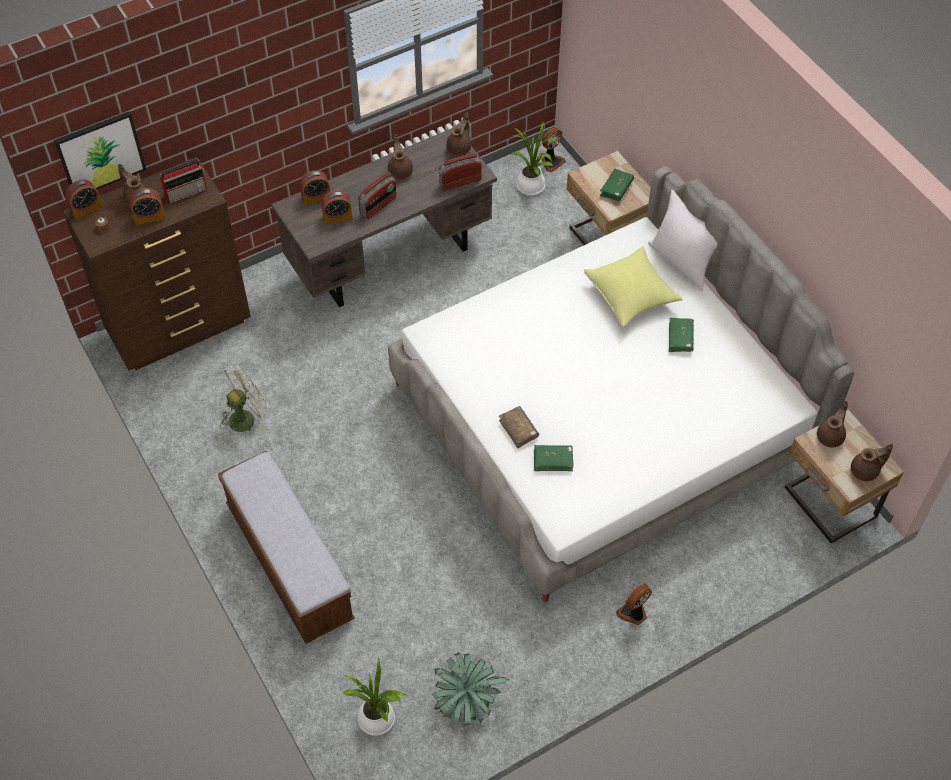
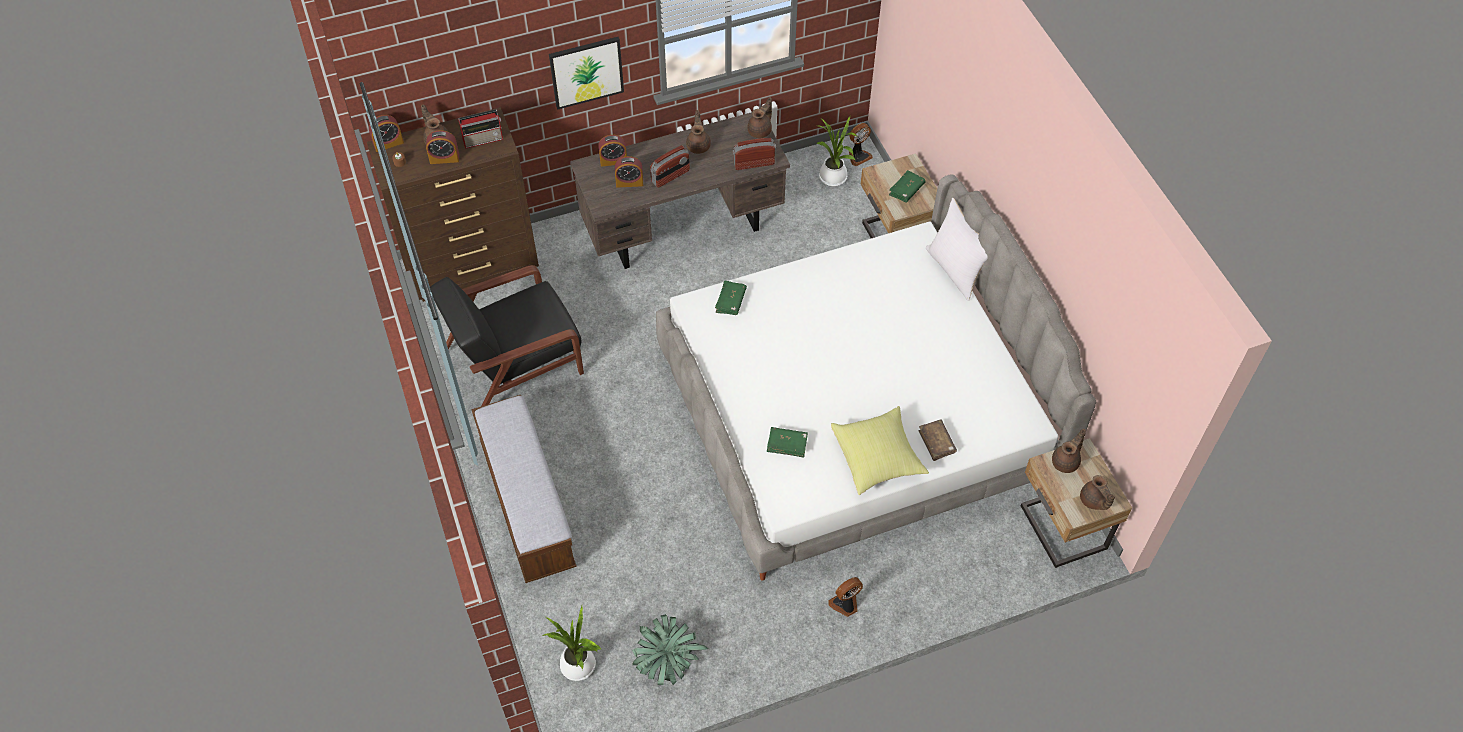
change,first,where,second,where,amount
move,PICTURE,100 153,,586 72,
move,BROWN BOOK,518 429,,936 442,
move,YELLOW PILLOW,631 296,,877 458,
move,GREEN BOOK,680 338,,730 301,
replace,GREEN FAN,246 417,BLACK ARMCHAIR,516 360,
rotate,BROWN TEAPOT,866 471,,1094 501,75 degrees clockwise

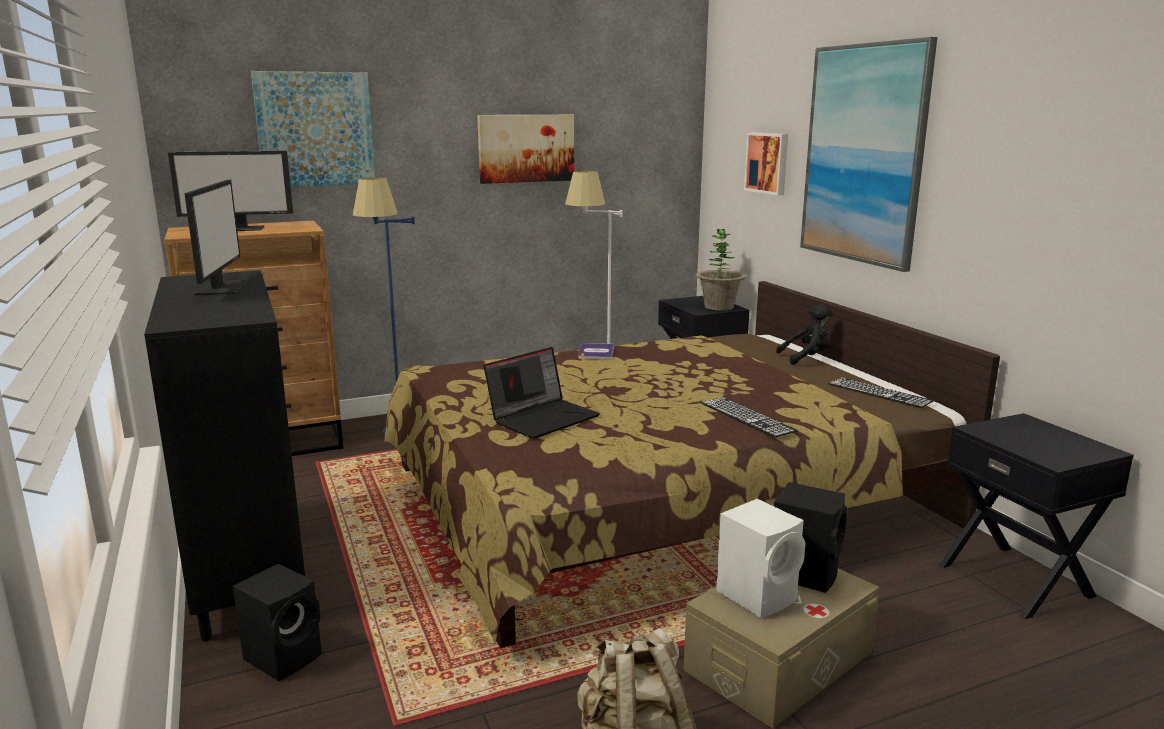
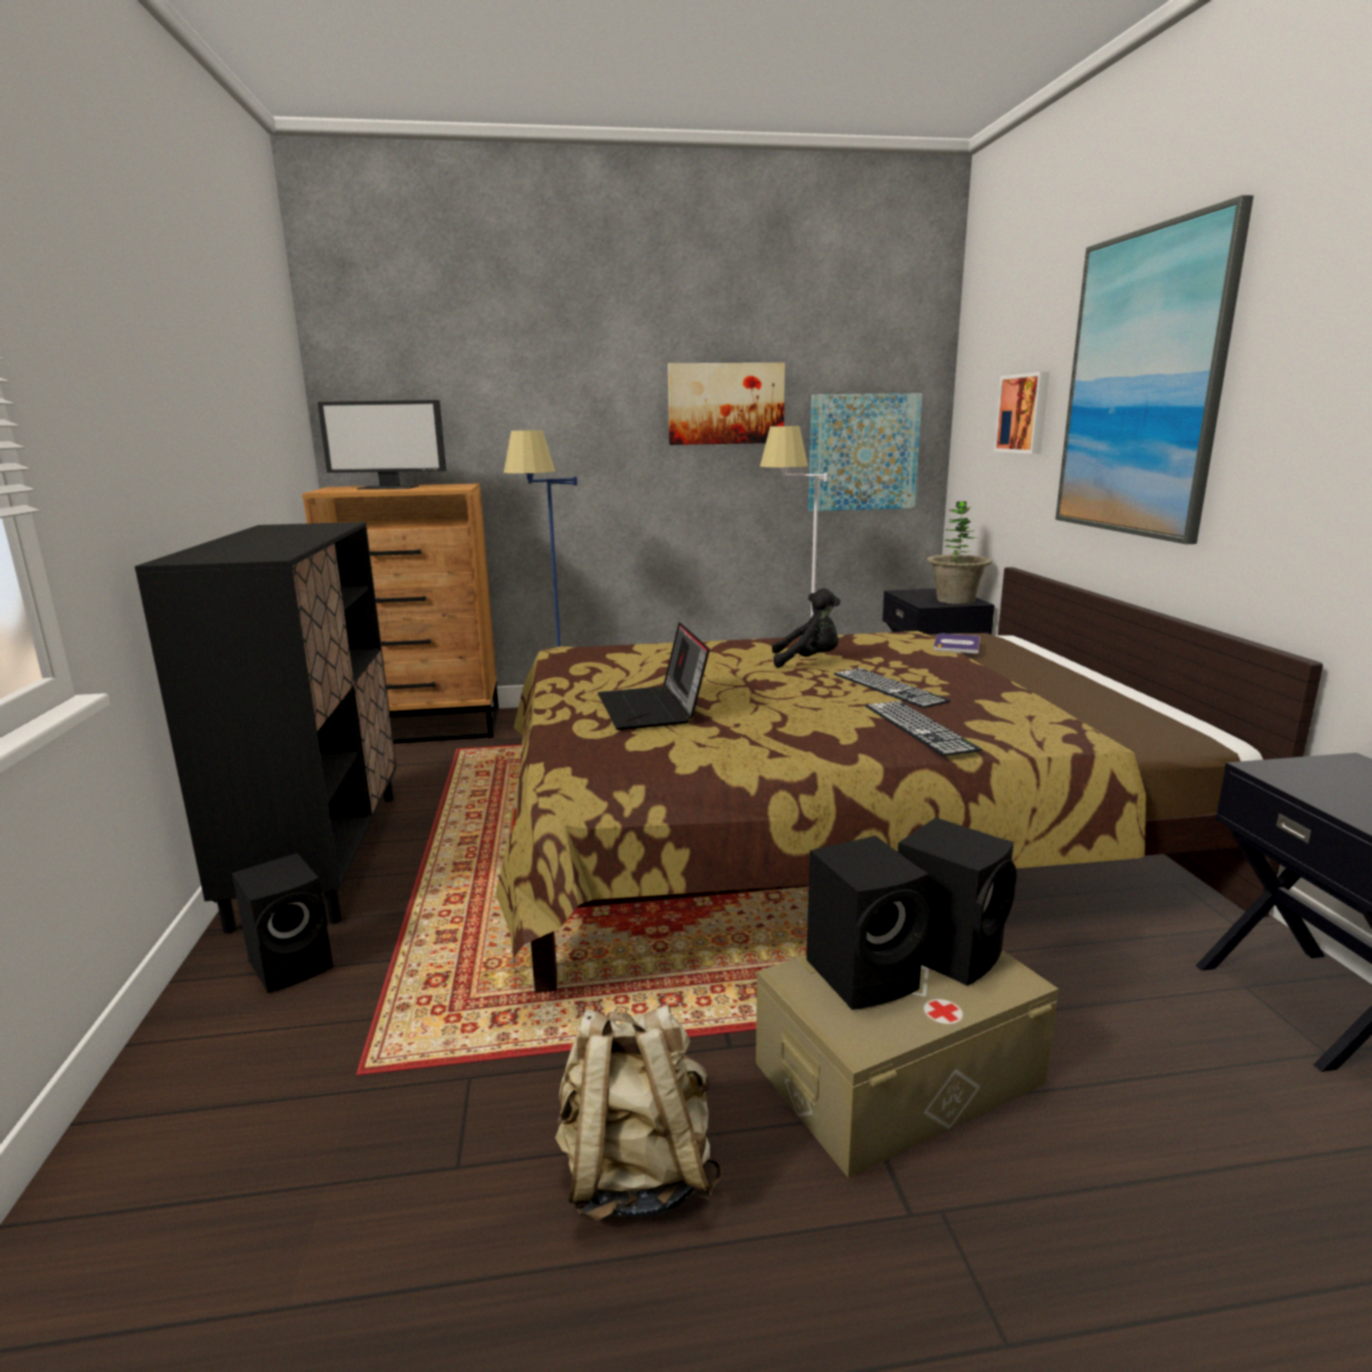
change,first,where,second,where,amount
delete,MONITOR,221 287,,,
move,PICTURE,315 129,,863 452,
move,BOOK,596 352,,956 645,
move,BLACK PLUSH TOY,807 358,,808 661,
move,KEYBOARD,879 392,,889 687,
recolor,WHITE SPEAKER,758 595,BLACK SPEAKER,865 975,
rotate,LAPTOP,543 418,,653 709,105 degrees clockwise

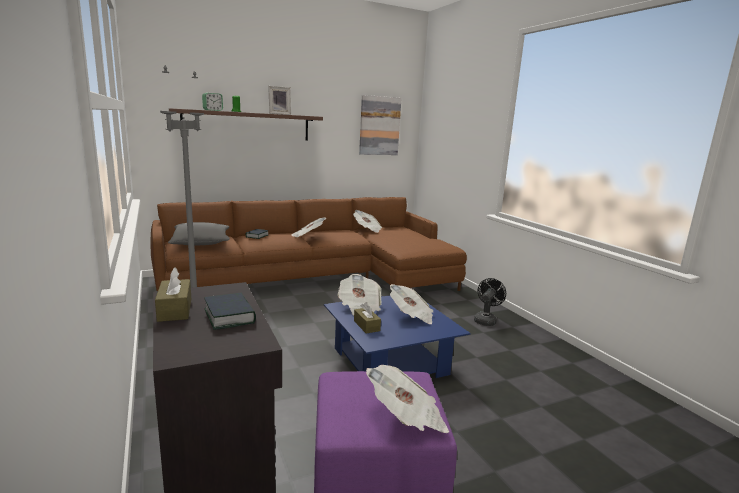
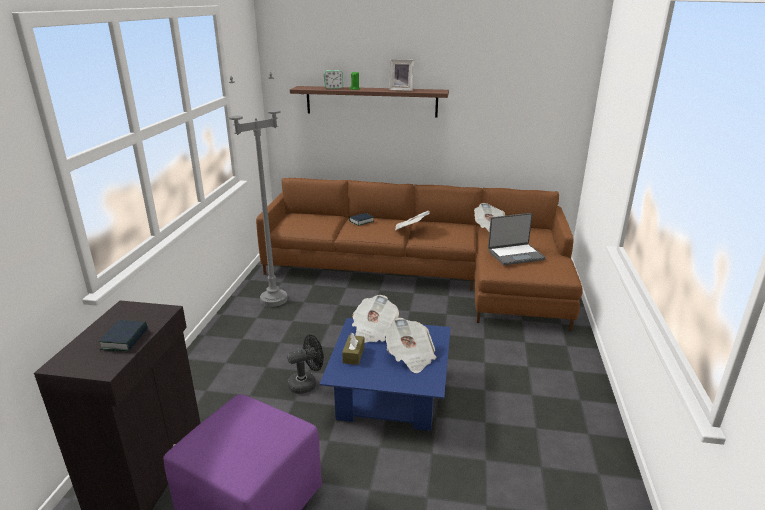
change,first,where,second,where,amount
delete,BROWN TISSUE BOX,175 309,,,
delete,GREY PILLOW,201 243,,,
delete,PICTURE,379 126,,,
delete,NEWSPAPER,406 418,,,
insert,,,LAPTOP,515 255,
move,BLACK FAN,486 320,,307 383,

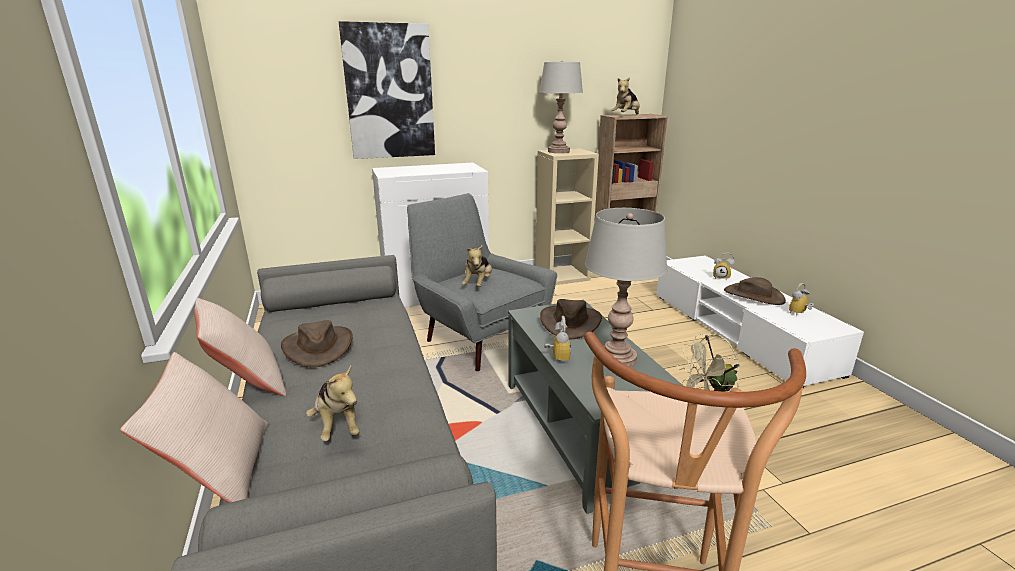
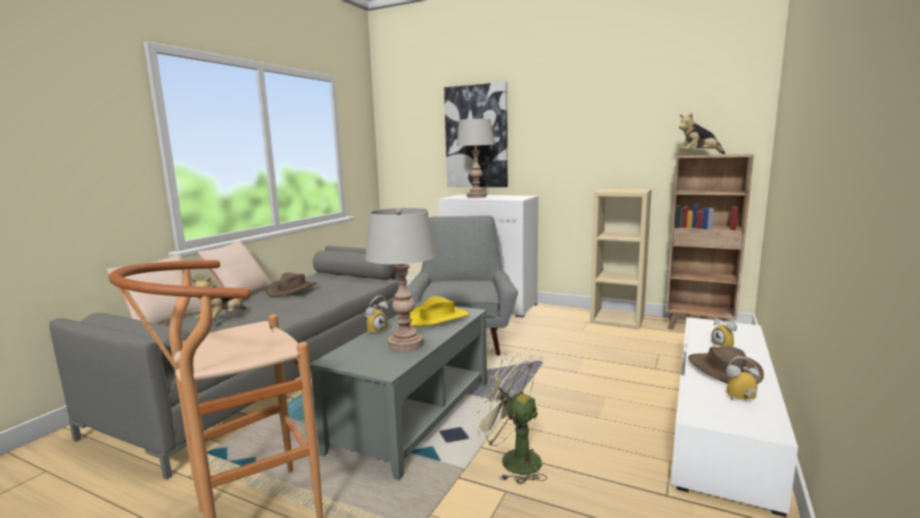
change,first,where,second,where,amount
delete,PLUSH TOY,478 284,,,
move,GREY TABLE LAMP,558 151,,476 197,
recolor,BROWN HAT,570 322,YELLOW HAT,437 318,

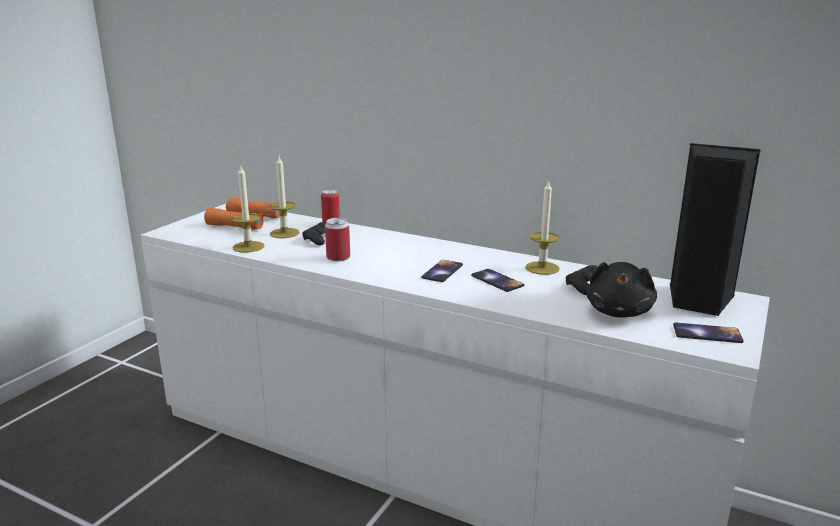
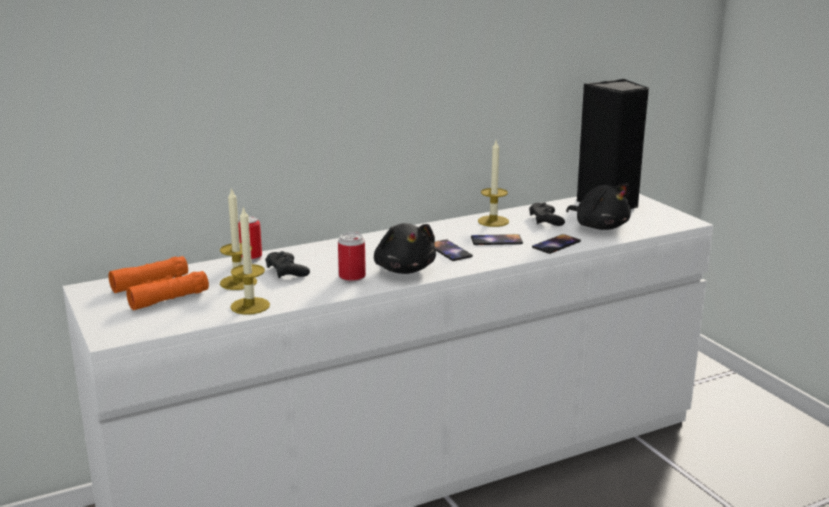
change,first,where,second,where,amount
insert,,,BLACK PLUSH TOY,404 269,
move,PHONE,707 333,,556 244,

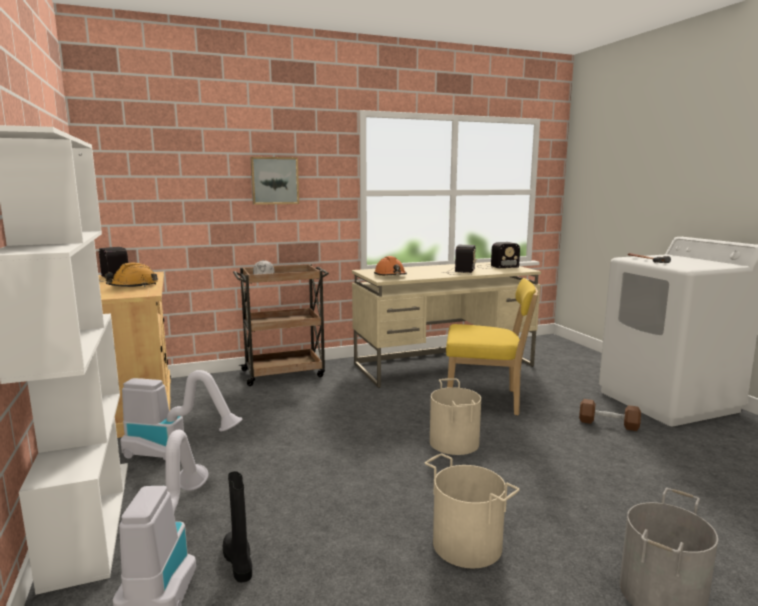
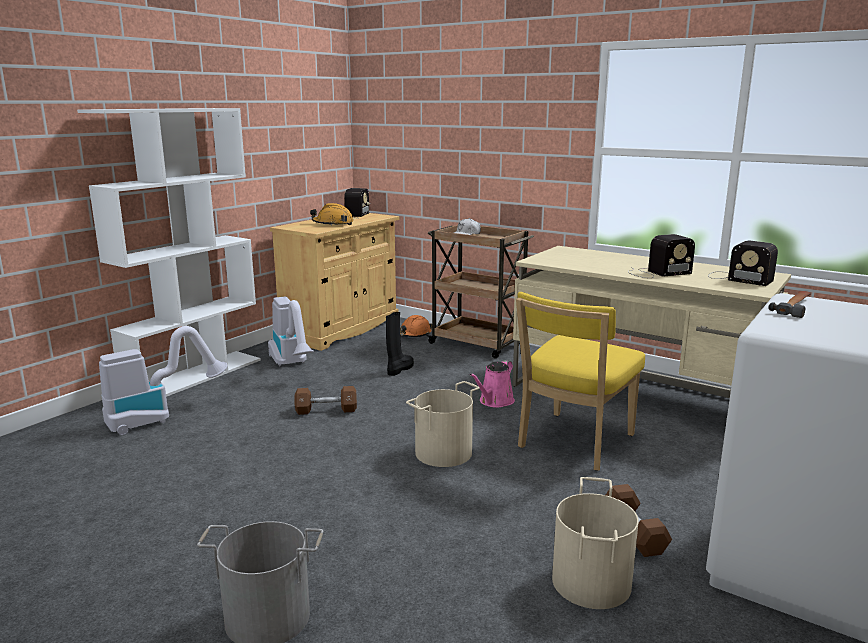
change,first,where,second,where,amount
delete,PICTURE,274 180,,,
insert,,,BROWN DUMBBELL,326 410,
insert,,,PINK WATERING CAN,494 402,
move,BLACK BOOT,239 562,,399 369,
move,ORANGE HARD HAT,390 276,,414 334,
move,BEIGE BUCKET,467 544,,592 582,
rotate,YELLOW CHAIR,486 401,,572 443,60 degrees clockwise

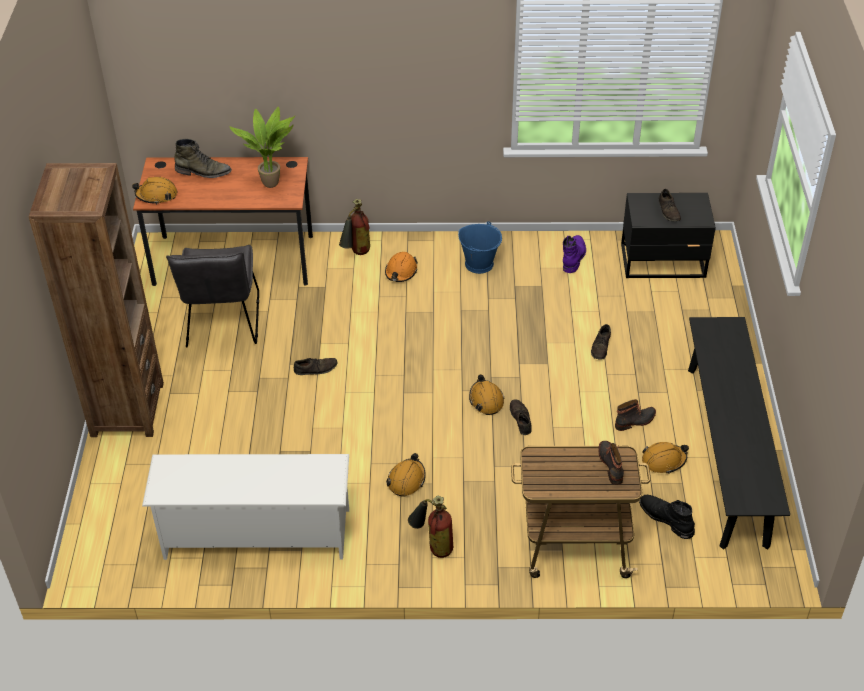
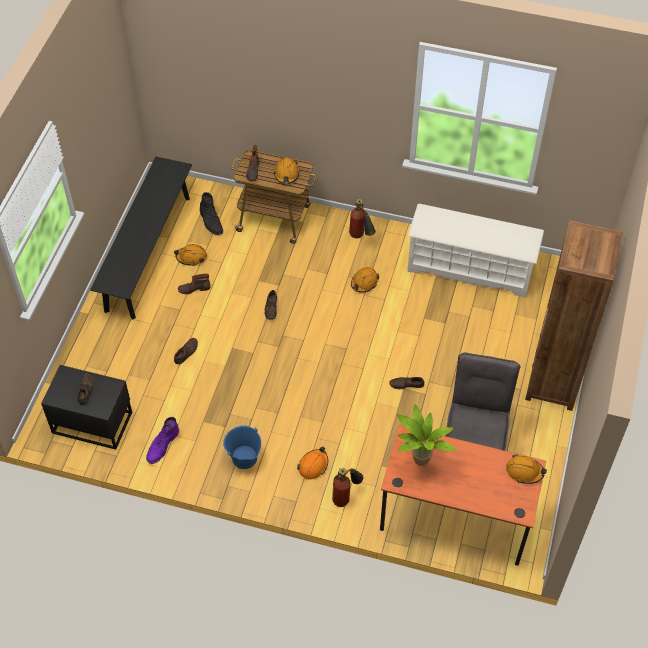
change,first,where,second,where,amount
delete,GREEN BOOT,203 172,,,
move,ORANGE HARD HAT,486 400,,286 174,

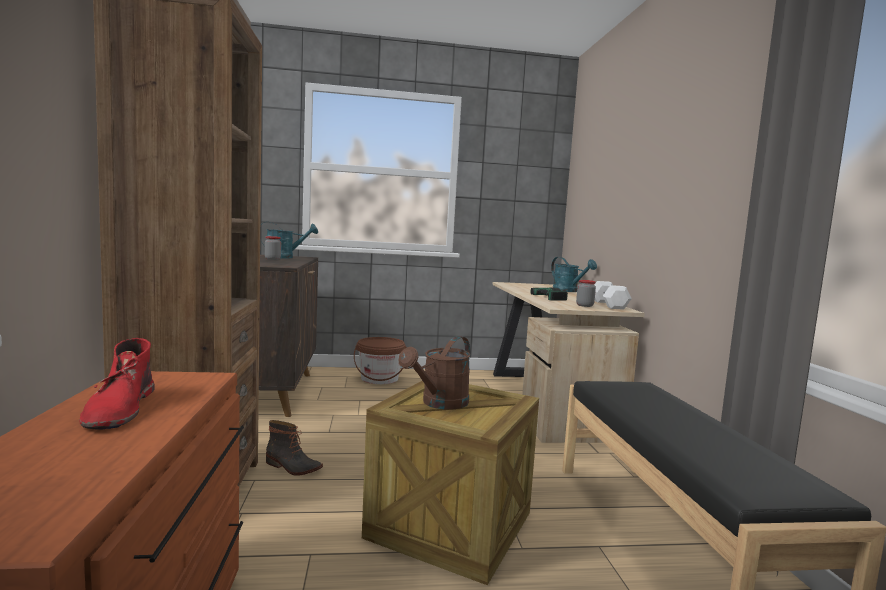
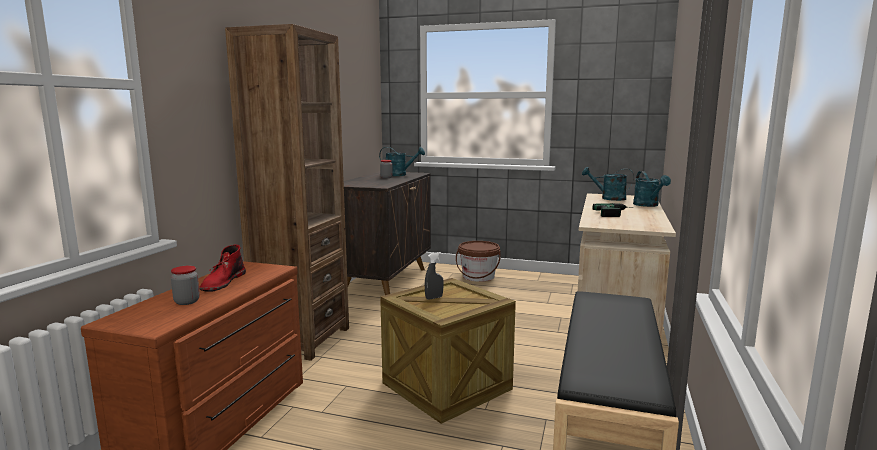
change,first,where,second,where,amount
delete,BOOT,292 467,,,
delete,WHITE DUMBBELL,608 305,,,
insert,,,TURQUOISE WATERING CAN,608 198,
move,JAR,584 305,,187 301,
replace,BROWN WATERING CAN,440 404,GREY SPRAY BOTTLE,434 298,

